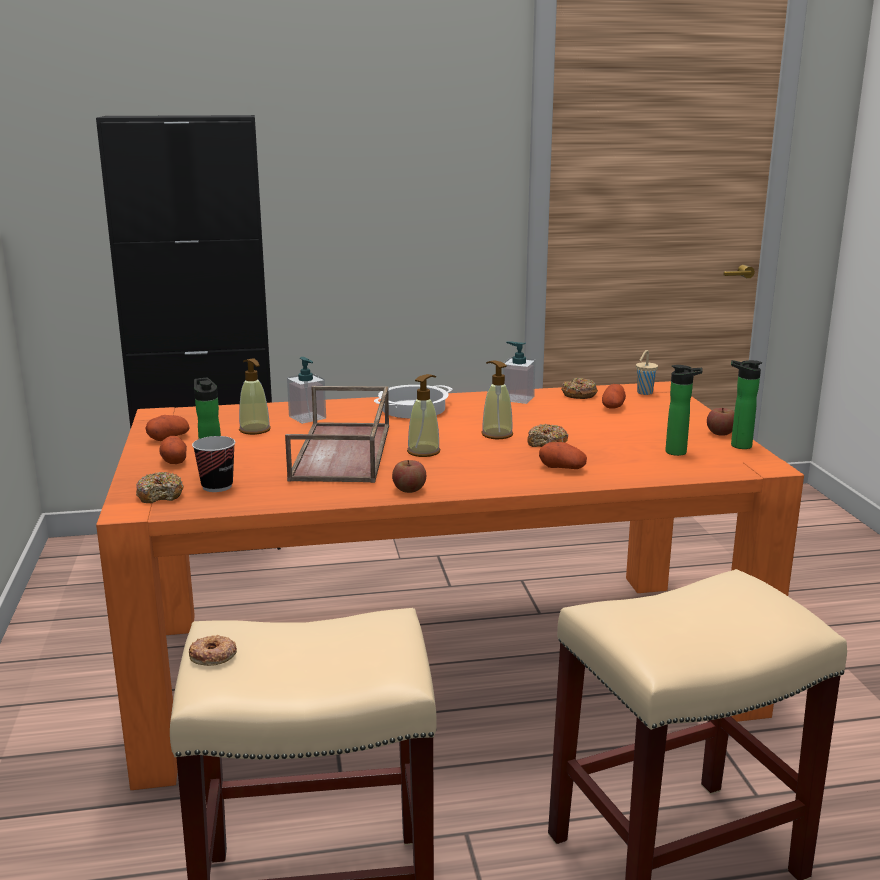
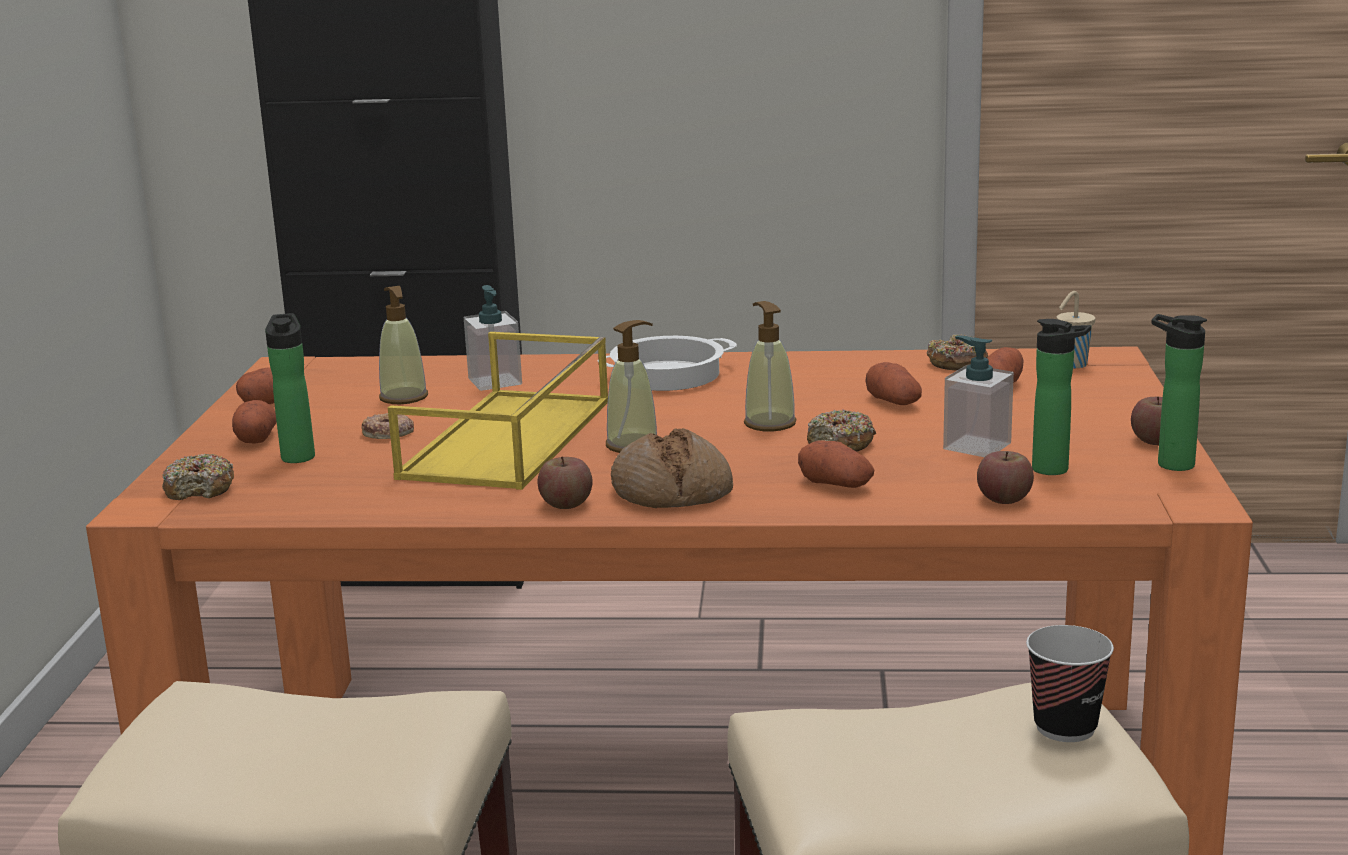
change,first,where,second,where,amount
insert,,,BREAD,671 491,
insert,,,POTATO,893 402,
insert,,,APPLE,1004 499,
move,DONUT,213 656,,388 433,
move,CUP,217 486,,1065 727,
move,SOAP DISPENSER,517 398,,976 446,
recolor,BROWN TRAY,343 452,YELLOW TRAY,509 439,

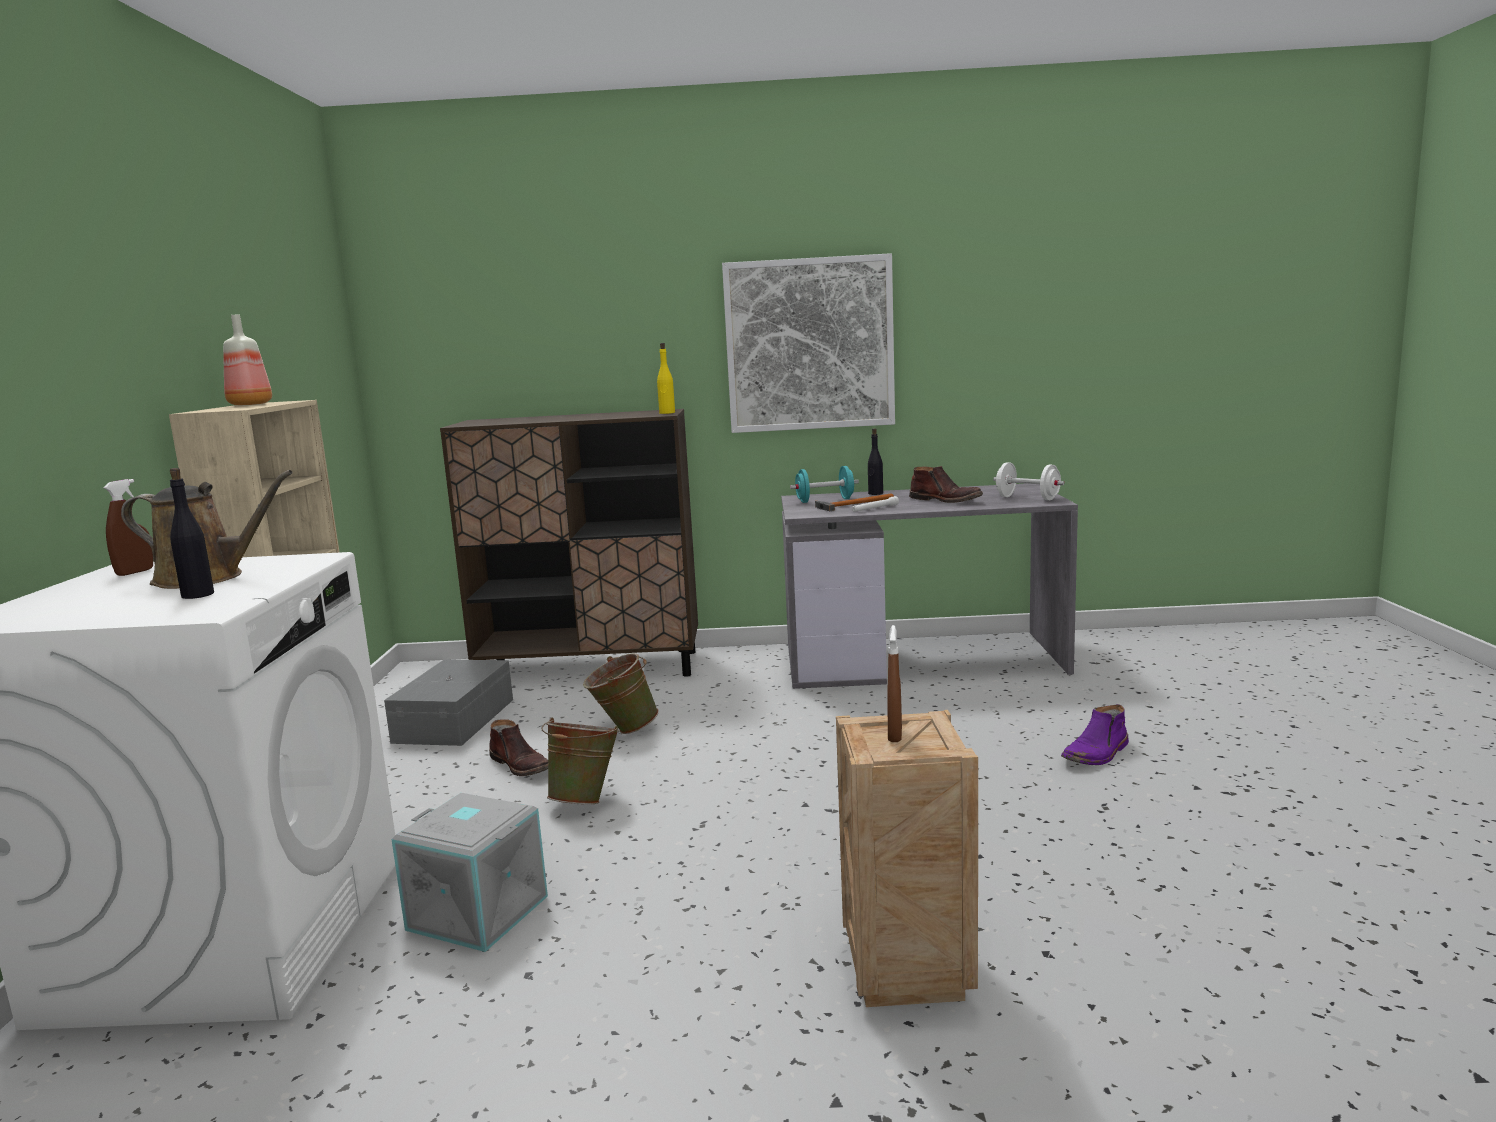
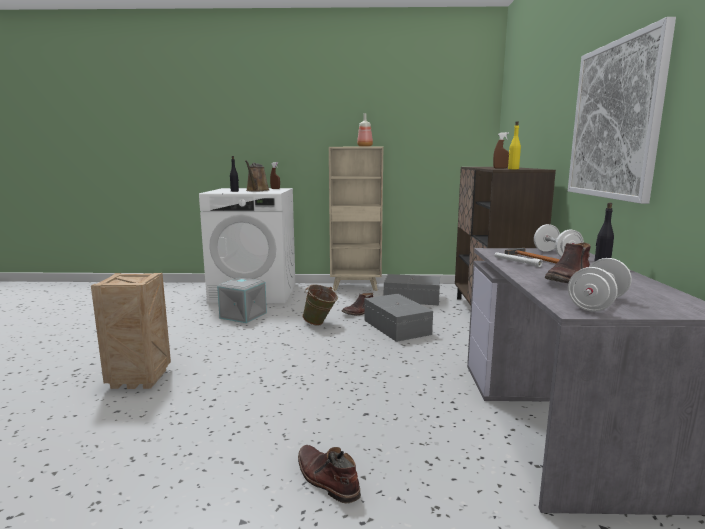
change,first,where,second,where,amount
move,BROWN SPRAY BOTTLE,895 735,,500 168,
replace,GREEN BUCKET,623 730,GREY STORAGE BOX,397 327,
recolor,TURQUOISE DUMBBELL,825 500,WHITE DUMBBELL,556 254,
recolor,PURPLE BOOT,1096 754,BROWN BOOT,326 479,

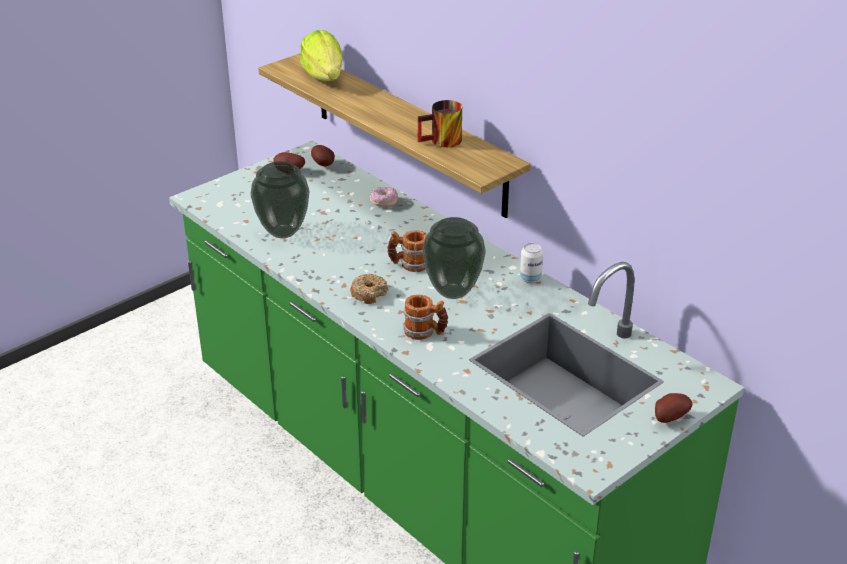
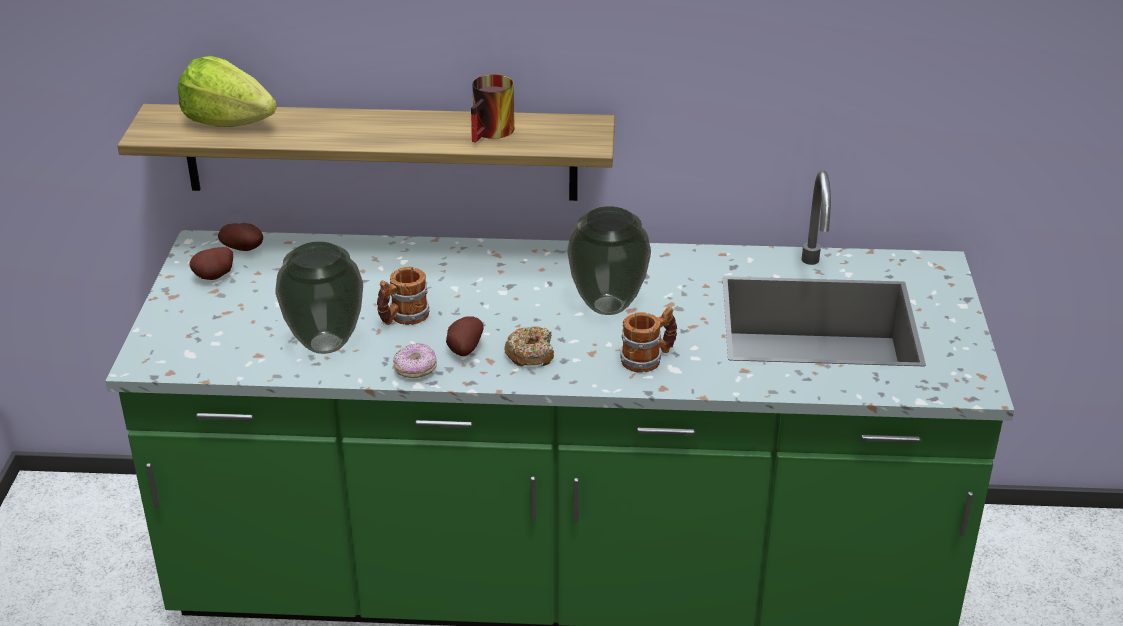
change,first,where,second,where,amount
delete,CAN,530 279,,,
move,DONUT,384 202,,415 370,
move,MUG,409 264,,403 318,
move,POTATO,669 417,,463 350,

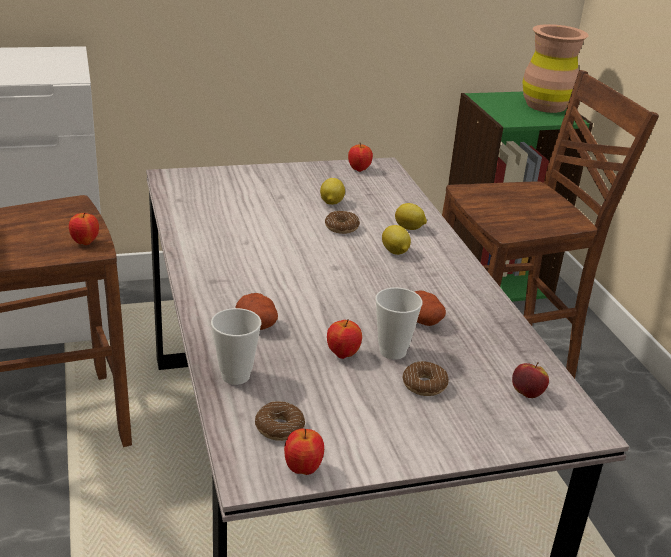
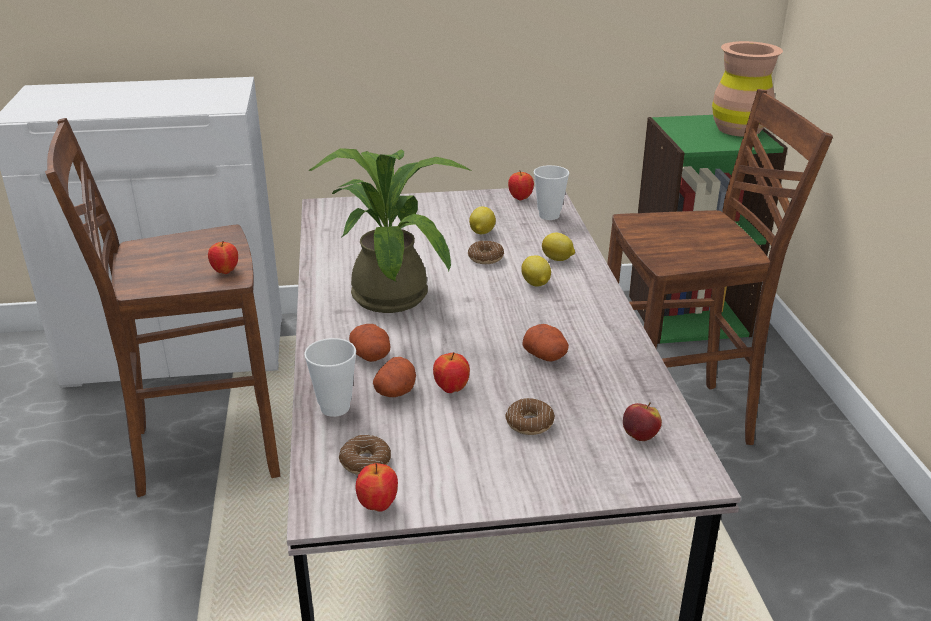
change,first,where,second,where,amount
insert,,,POTTED PLANT,391 291,
insert,,,POTATO,395 391,
move,CUP,392 351,,549 215,

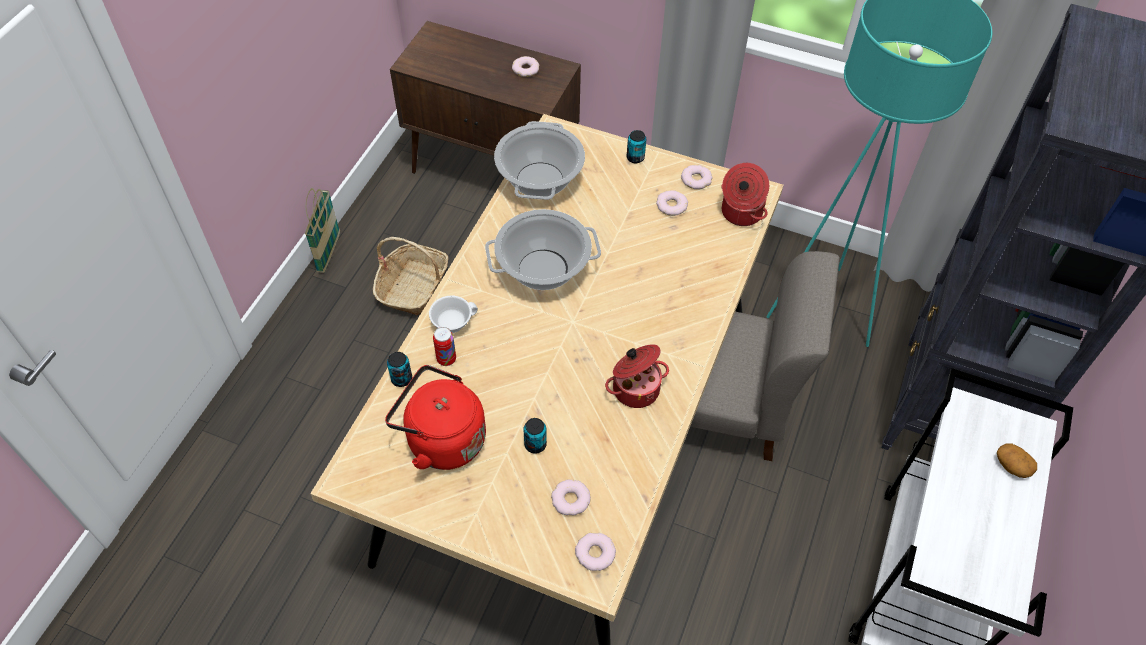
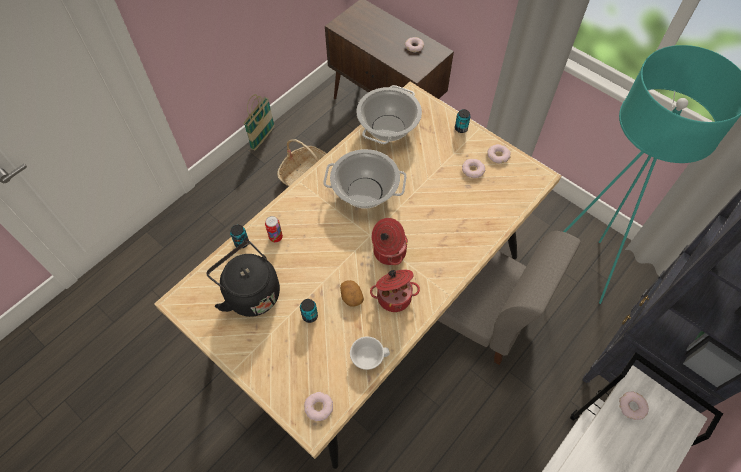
change,first,where,second,where,amount
move,WHITE CUP,452 321,,368 356,
move,DONUT,570 500,,632 406,
move,COOKING POT,740 212,,388 252,
move,POTATO,1012 465,,351 296,
recolor,RED KETTLE,441 439,BLACK KETTLE,250 293,

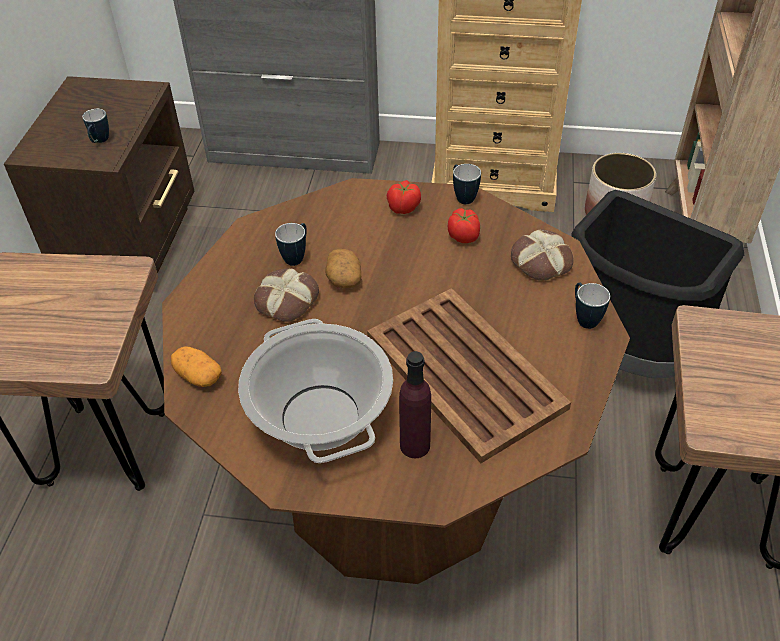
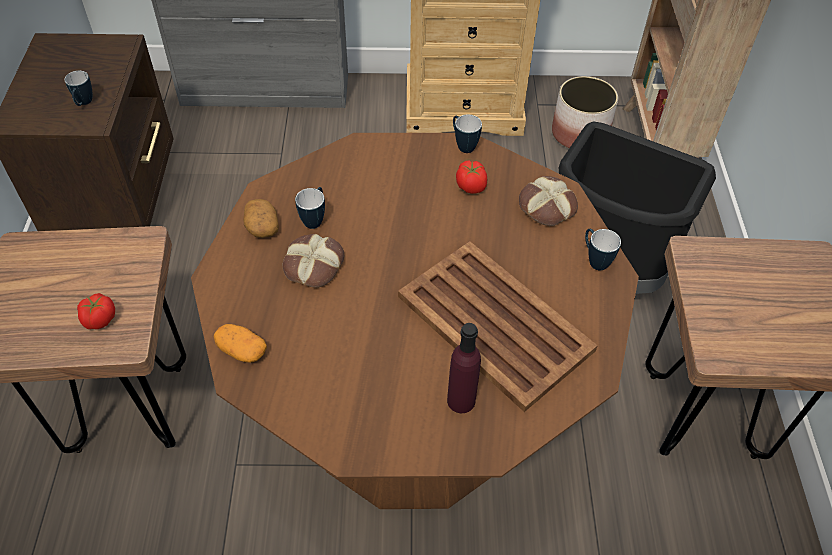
change,first,where,second,where,amount
delete,COOKING POT,319 416,,,
move,POTATO,343 278,,262 226,
move,TOMATO,403 208,,100 320,

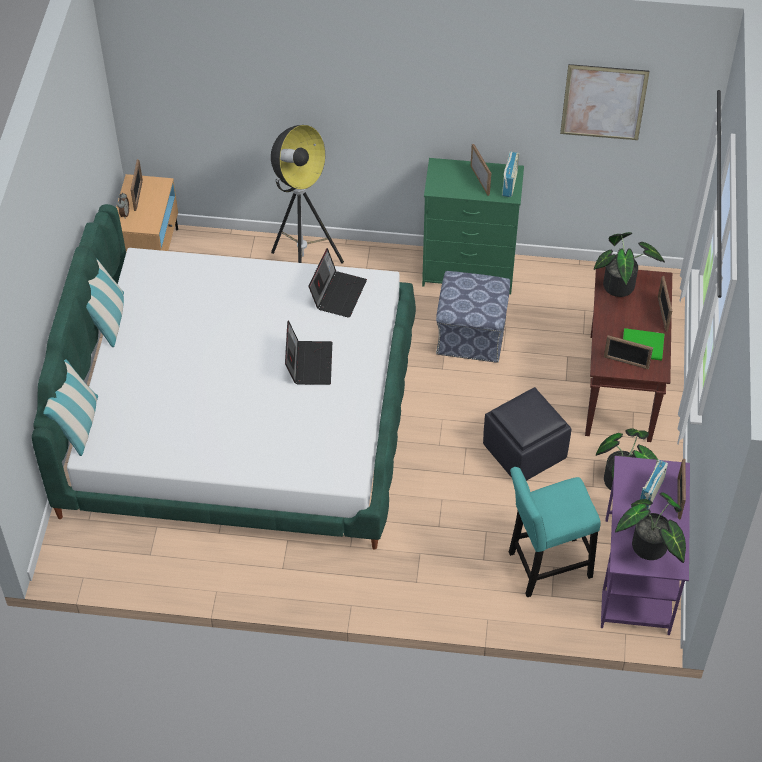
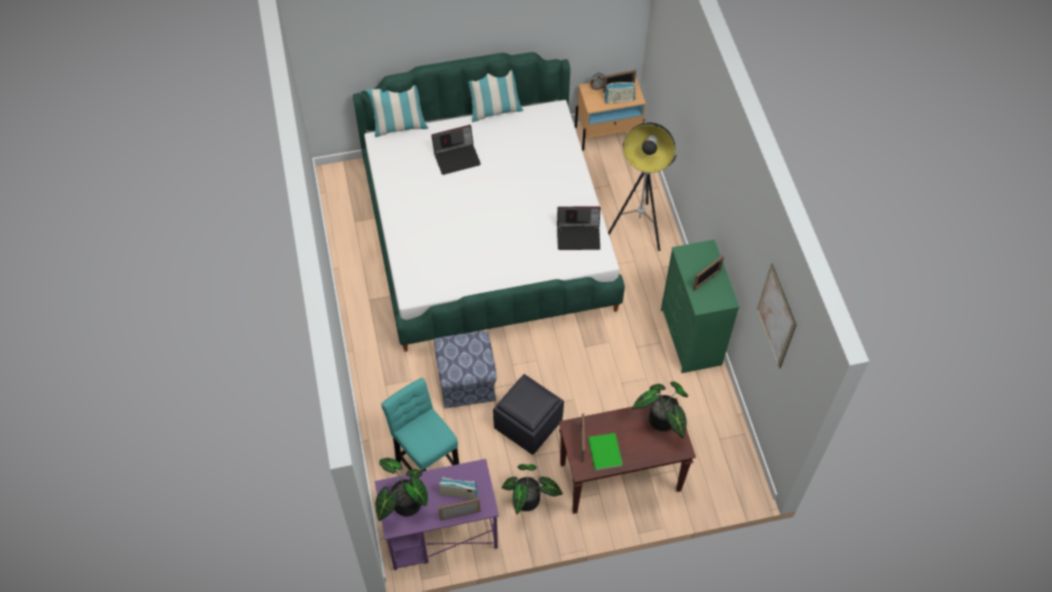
change,first,where,second,where,amount
delete,PICTURE FRAME,662 314,,,
move,LAPTOP,308 363,,457 157,
move,OTTOMAN,470 335,,466 381,
move,RADIO,509 183,,619 99,

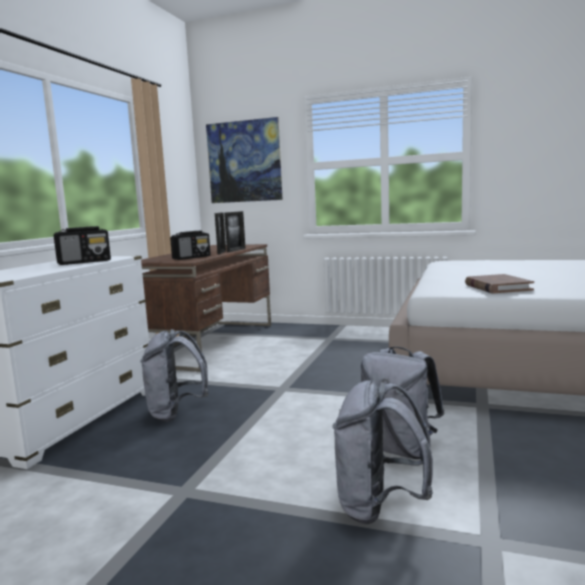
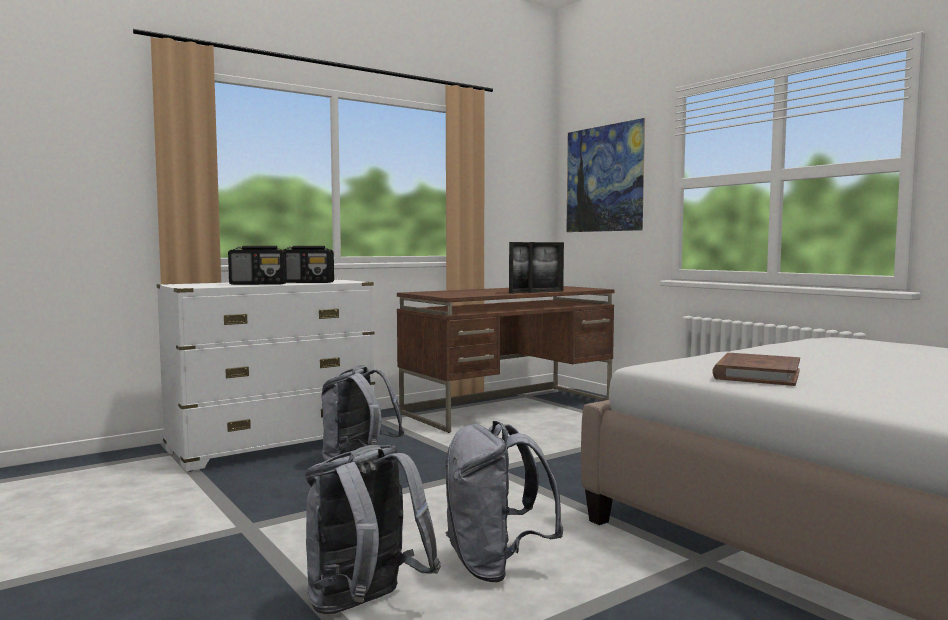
change,first,where,second,where,amount
move,RADIO,192 257,,259 284,

